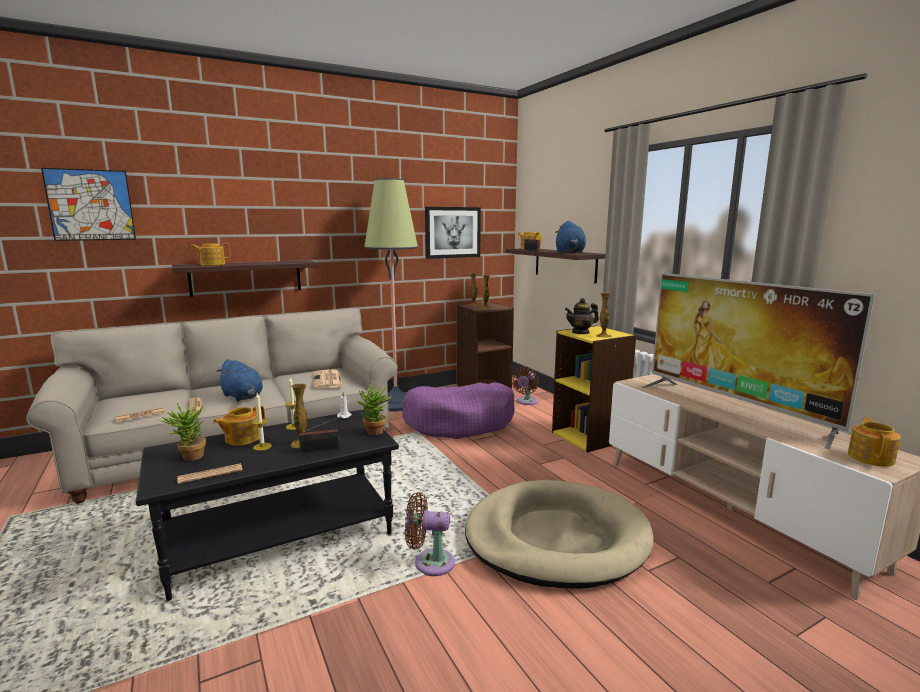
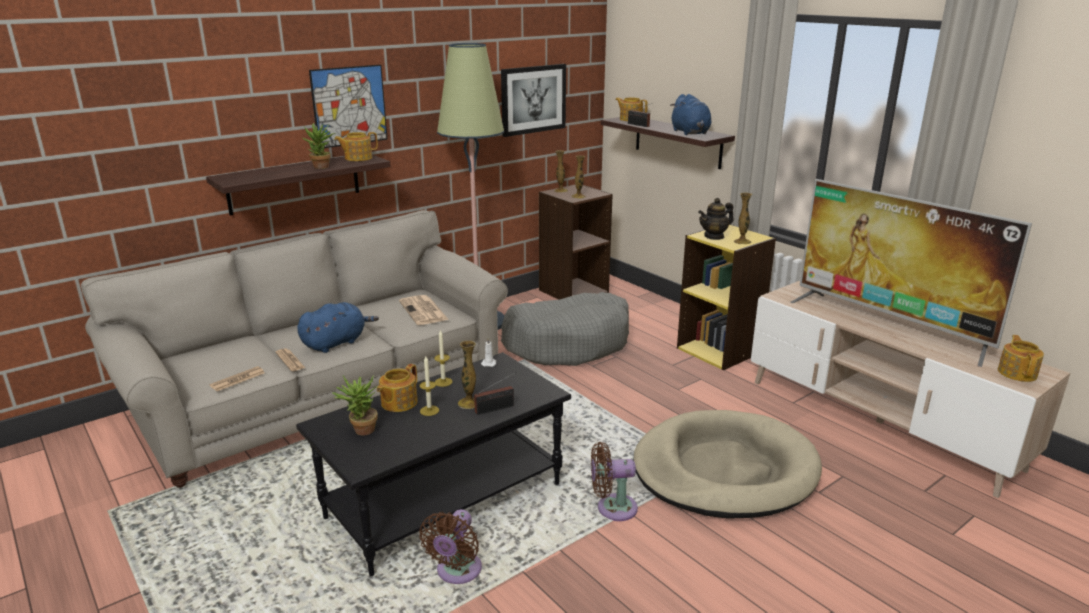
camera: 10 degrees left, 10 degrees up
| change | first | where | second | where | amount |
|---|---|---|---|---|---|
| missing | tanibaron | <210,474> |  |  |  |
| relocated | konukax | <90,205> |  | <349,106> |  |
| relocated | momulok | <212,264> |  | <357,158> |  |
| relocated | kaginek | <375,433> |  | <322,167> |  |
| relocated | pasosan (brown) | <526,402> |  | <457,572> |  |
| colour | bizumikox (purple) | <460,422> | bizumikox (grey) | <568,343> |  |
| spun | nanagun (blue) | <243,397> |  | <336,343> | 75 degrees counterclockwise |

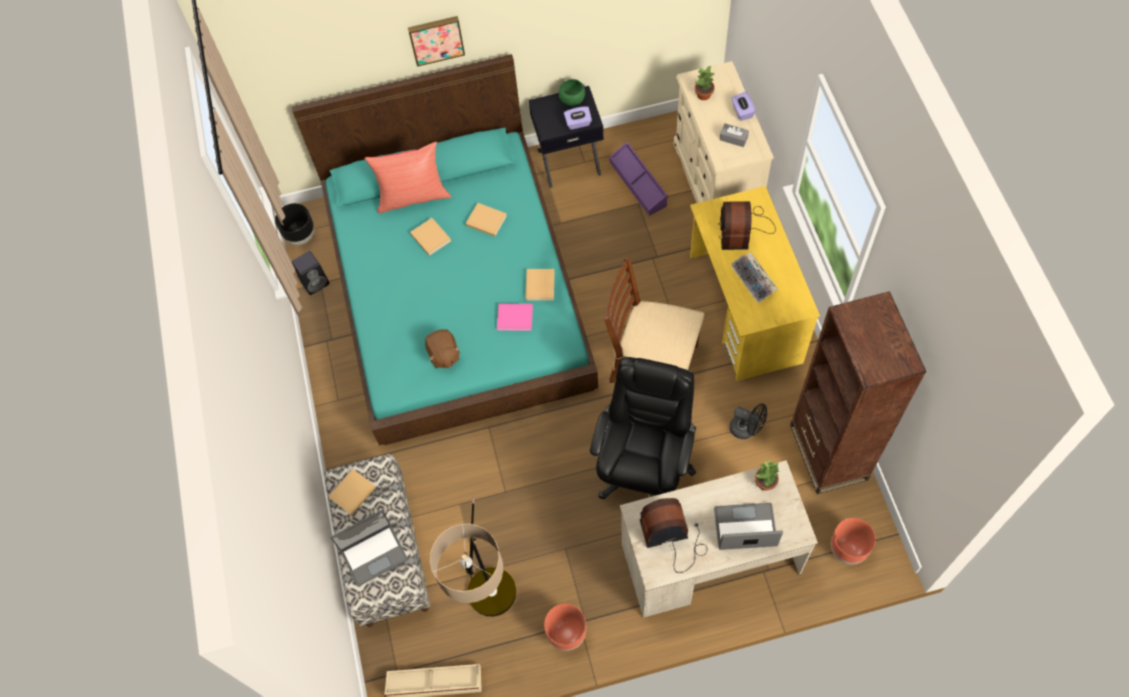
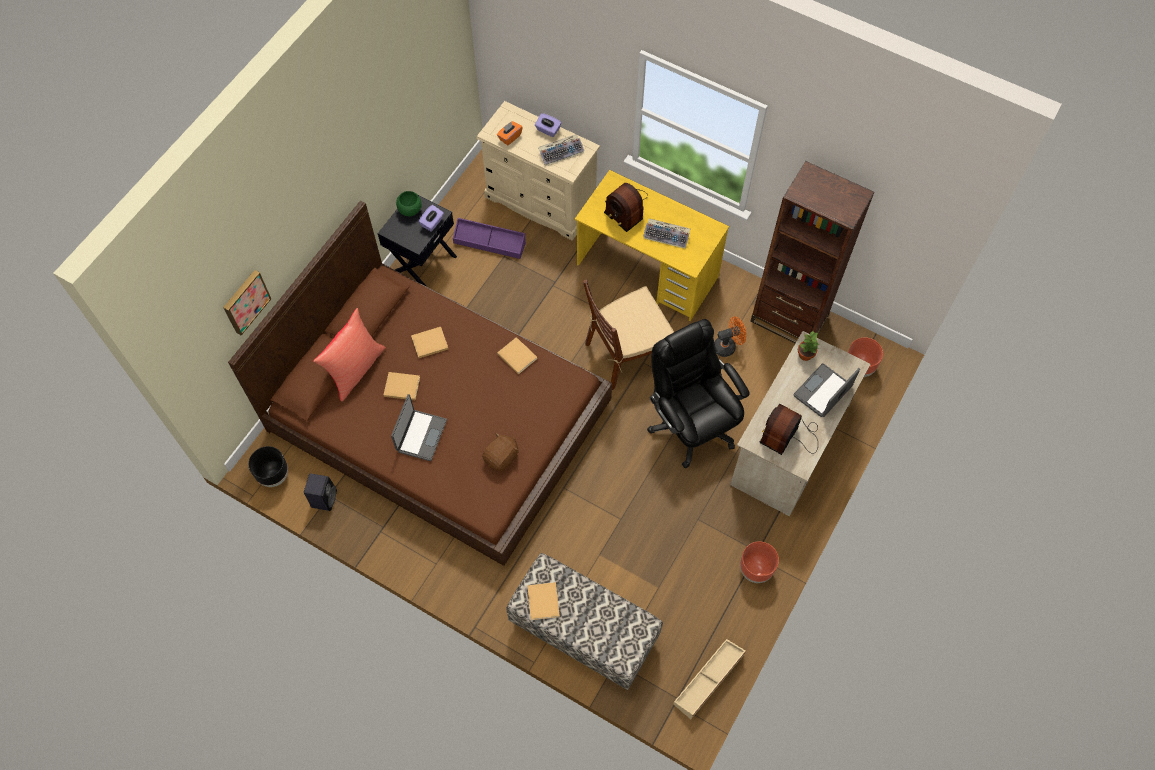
camera: 50 degrees left, 0 degrees up
| change | first | where | second | where | amount |
|---|---|---|---|---|---|
| missing | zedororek | <493,612> |  |  |  |
| missing | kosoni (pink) | <516,318> |  |  |  |
| relocated | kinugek | <373,554> |  | <420,435> |  |
| relocated | konukax | <436,39> |  | <245,301> |  |
| exchanged | kaginek | <703,94> | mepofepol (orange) | <509,137> |  |
| exchanged | mepofepol (grey) | <733,138> | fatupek | <561,152> |  |
| colour | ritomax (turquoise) | <457,289> | ritomax (brown) | <439,415> |  |
| colour | pasosan (black) | <746,429> | pasosan (orange) | <728,346> |  |
| spun | nanagun (brown) | <443,355> |  | <502,457> | 75 degrees counterclockwise |

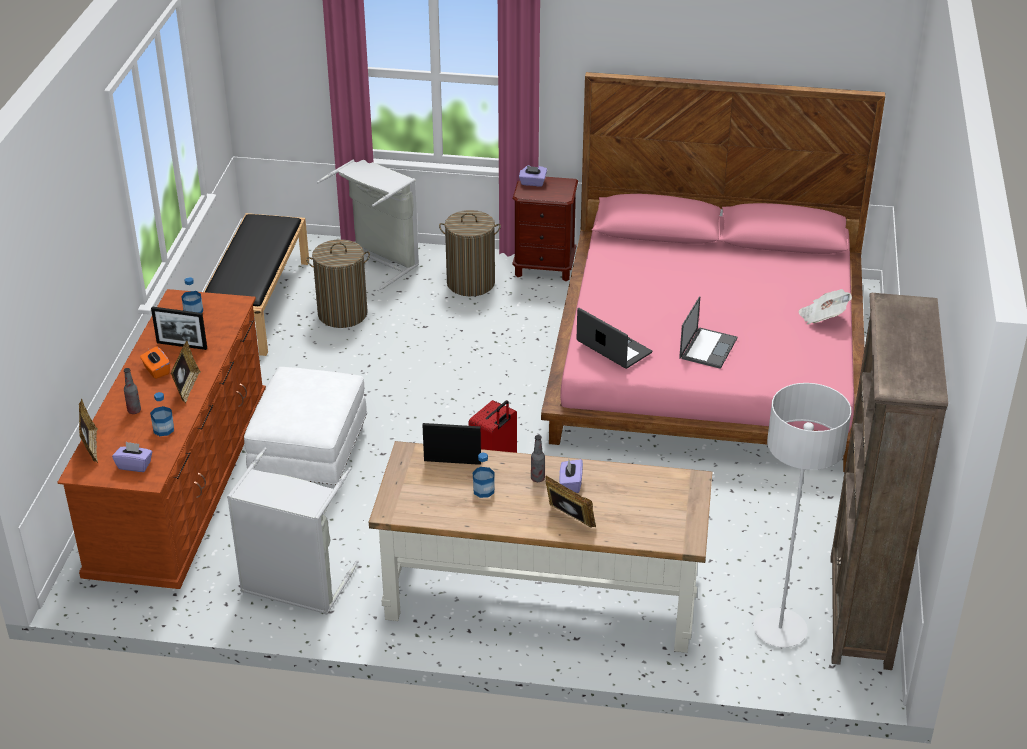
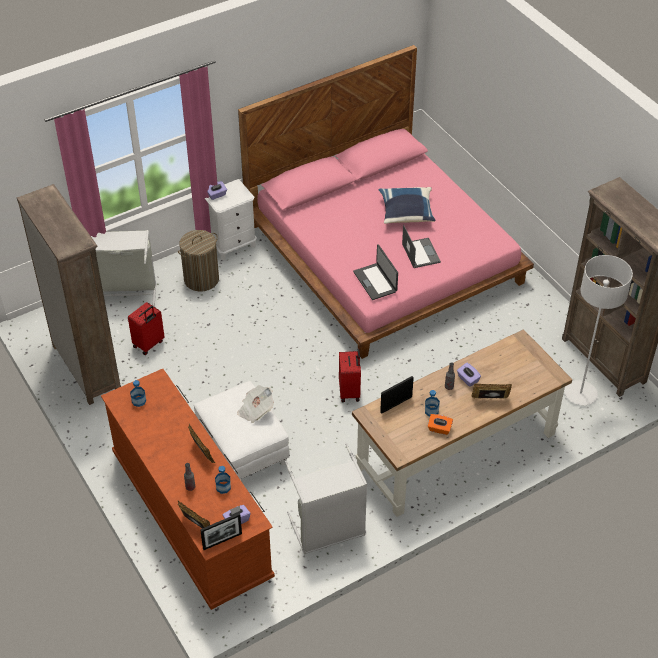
camera: 40 degrees left, 10 degrees up
| change | first | where | second | where | amount |
|---|---|---|---|---|---|
| appeared |  |  | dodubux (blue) | <406,213> |  |
| relocated | mepofepol (orange) | <156,370> |  | <439,429> |  |
| relocated | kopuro | <182,345> |  | <222,541> |  |
| relocated | tanibaron | <822,317> |  | <255,410> |  |
| exchanged | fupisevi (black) | <257,303> | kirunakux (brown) | <86,367> |  |
| exchanged | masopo | <342,314> | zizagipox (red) | <149,344> |  |
| colour | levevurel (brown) | <544,268> | levevurel (white) | <232,245> |  |
| spun | kinugek | <613,348> |  | <375,281> | 120 degrees counterclockwise |

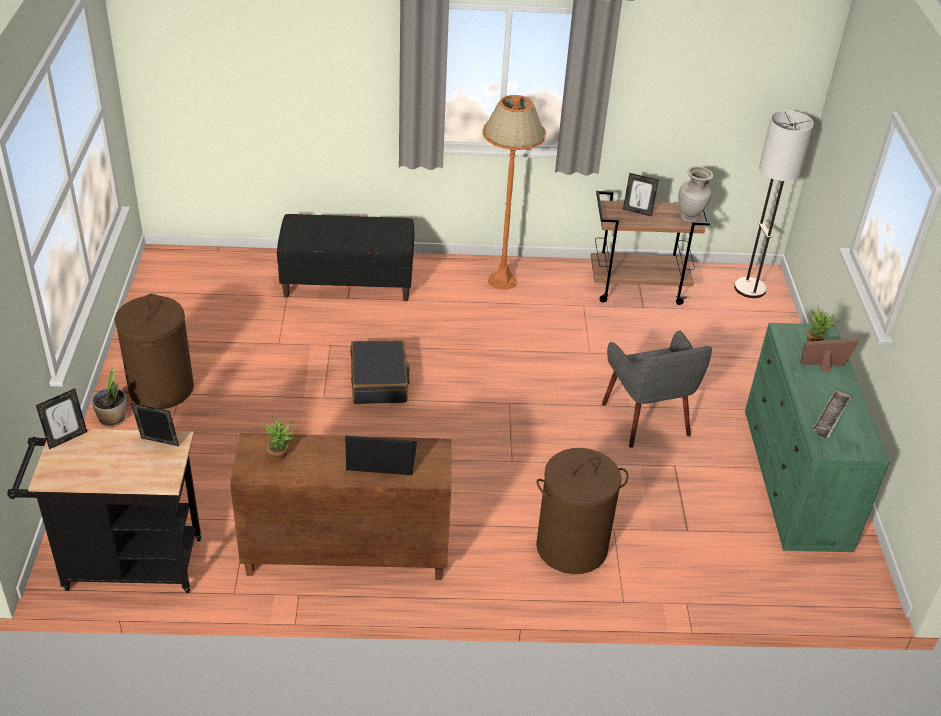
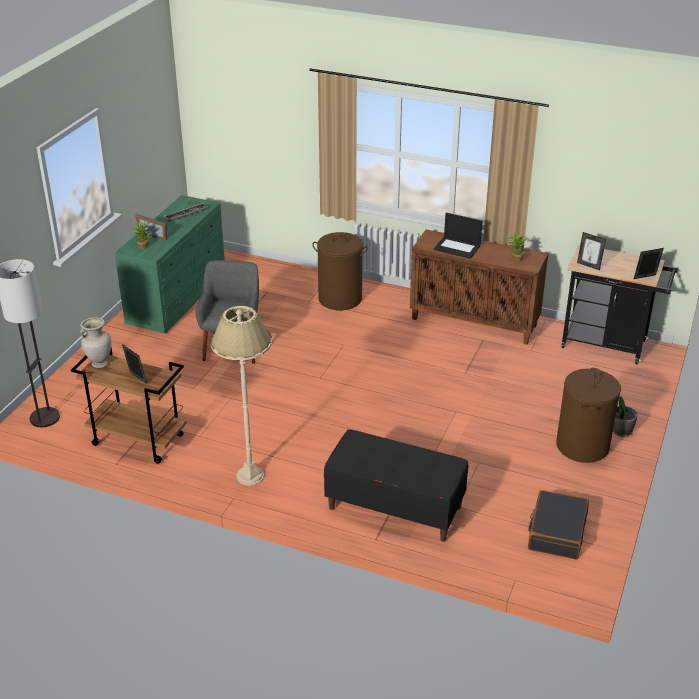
camera: 155 degrees left, 5 degrees down
| change | first | where | second | where | amount |
|---|---|---|---|---|---|
| relocated | zizagipox (black) | <379,381> |  | <556,532> |  |
| colour | zedororek (orange) | <502,281> | zedororek (beige) | <250,475> |  |

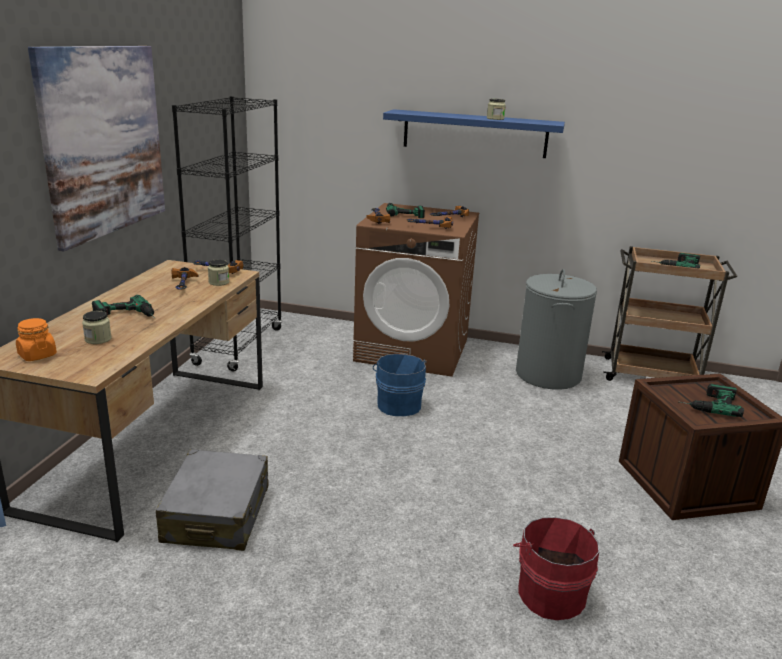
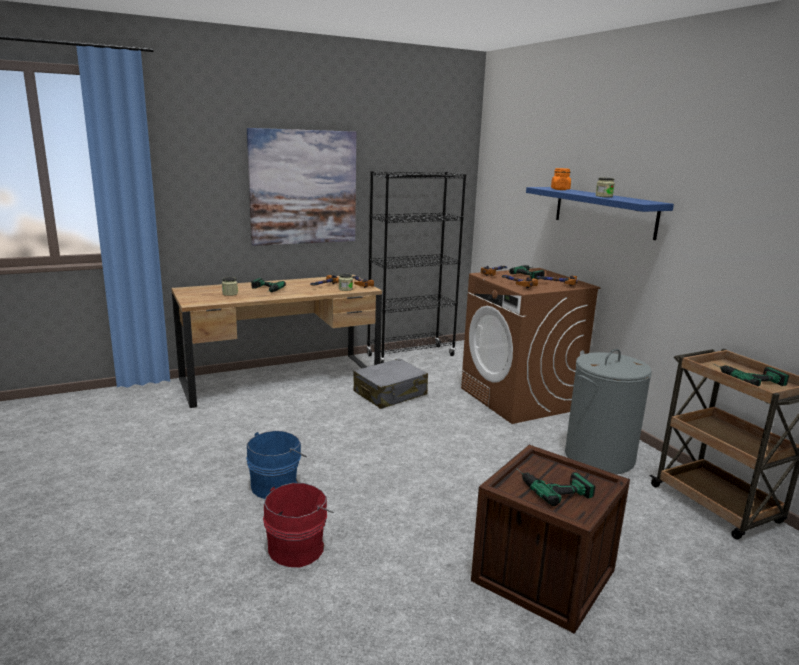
camera: 50 degrees right, 5 degrees down
| change | first | where | second | where | amount |
|---|---|---|---|---|---|
| relocated | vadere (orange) | <37,355> |  | <560,189> |  |
| relocated | zizagipox (grey) | <217,514> |  | <390,394> |  |
| relocated | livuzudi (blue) | <398,404> |  | <277,485> |  |

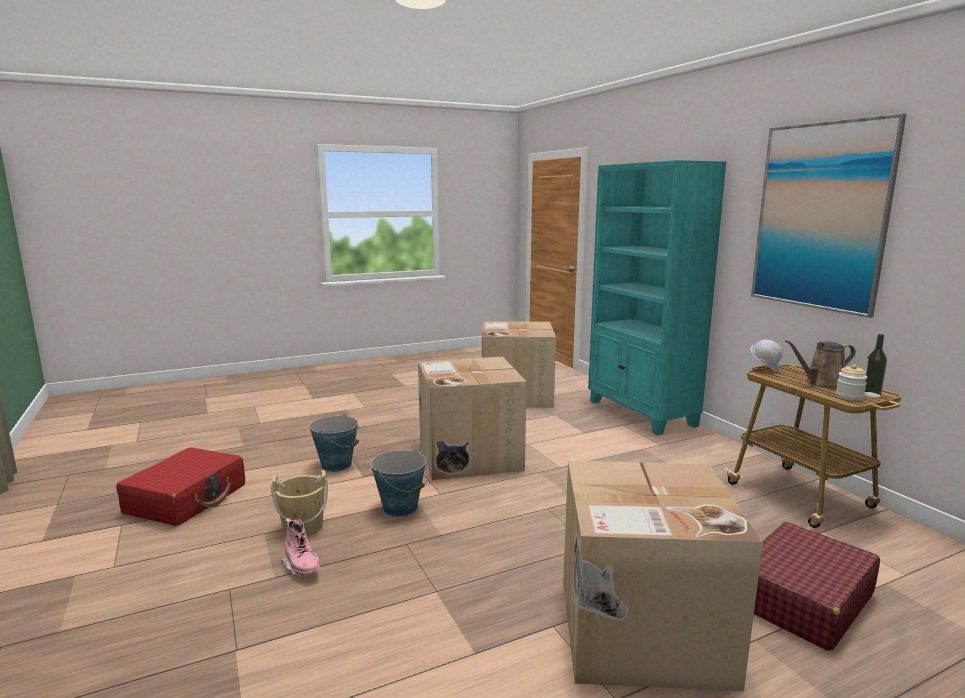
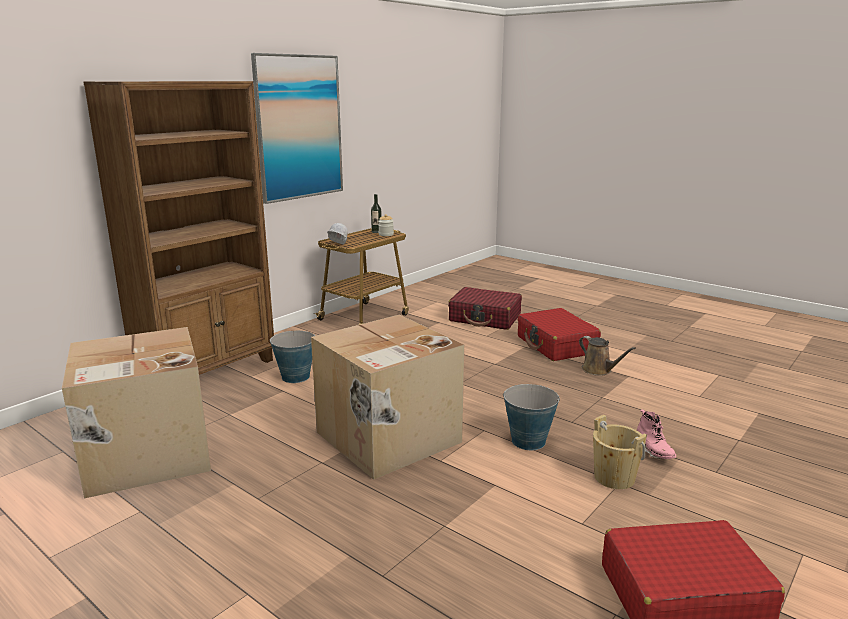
camera: 115 degrees left, 5 degrees up
| change | first | where | second | where | amount |
|---|---|---|---|---|---|
| relocated | livuzudi | <336,465> |  | <295,377> |  |
| relocated | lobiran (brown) | <822,384> |  | <599,370> |  |
| exchanged | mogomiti | <640,631> | zizagipox (red) | <556,345> |  |
| colour | kirunakux (turquoise) | <641,413> | kirunakux (brown) | <208,371> |  |
| spun | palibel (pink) | <302,567> |  | <654,452> | 135 degrees clockwise |

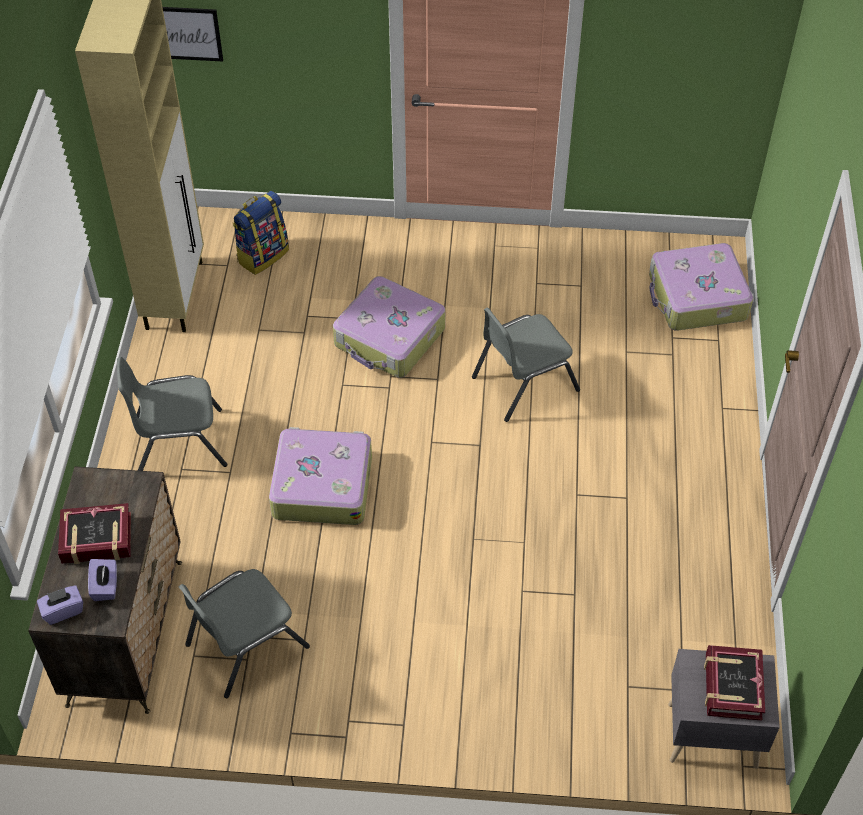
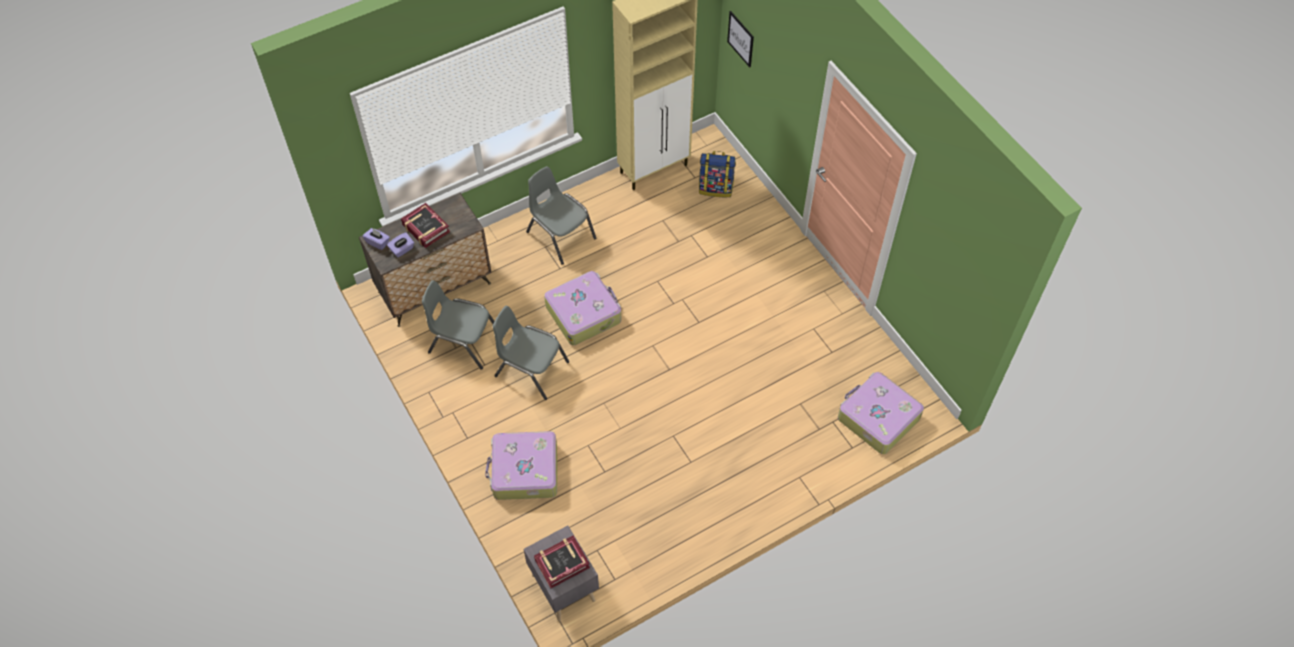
camera: 55 degrees right, 5 degrees up
| change | first | where | second | where | amount |
|---|---|---|---|---|---|
| relocated | zizagipox | <389,338> |  | <524,471> |  |
| relocated | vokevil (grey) | <524,383> |  | <531,369> |  |

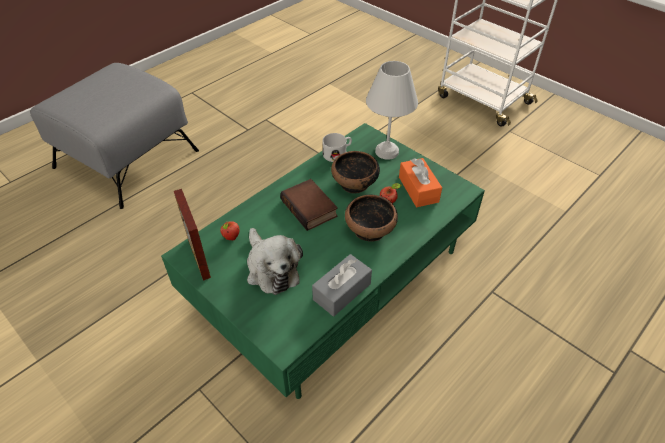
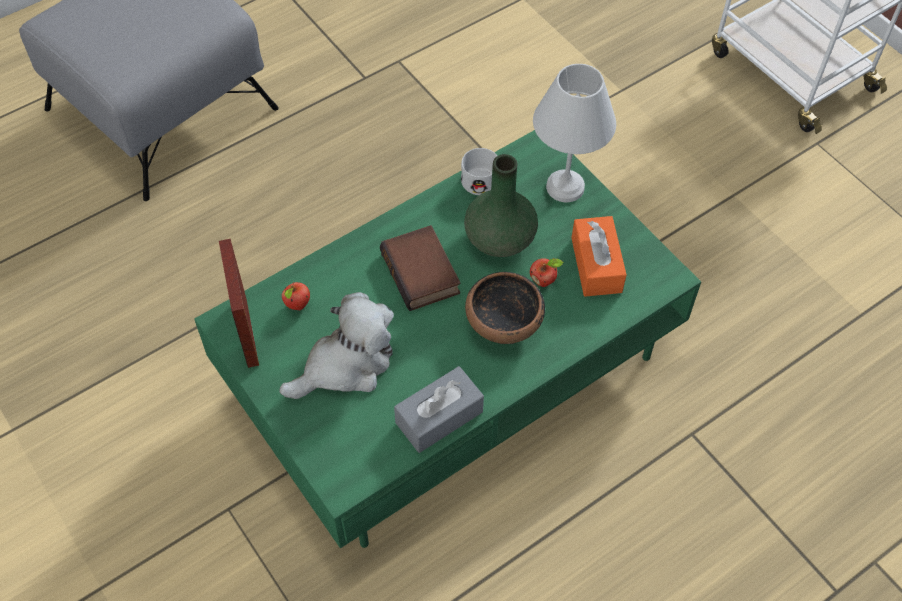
camera: 10 degrees right, 10 degrees up
| change | first | where | second | where | amount |
|---|---|---|---|---|---|
| exchanged | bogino | <355,183> | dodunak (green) | <500,239> |  |
| spun | nanagun | <271,268> |  | <346,365> | 105 degrees counterclockwise |

